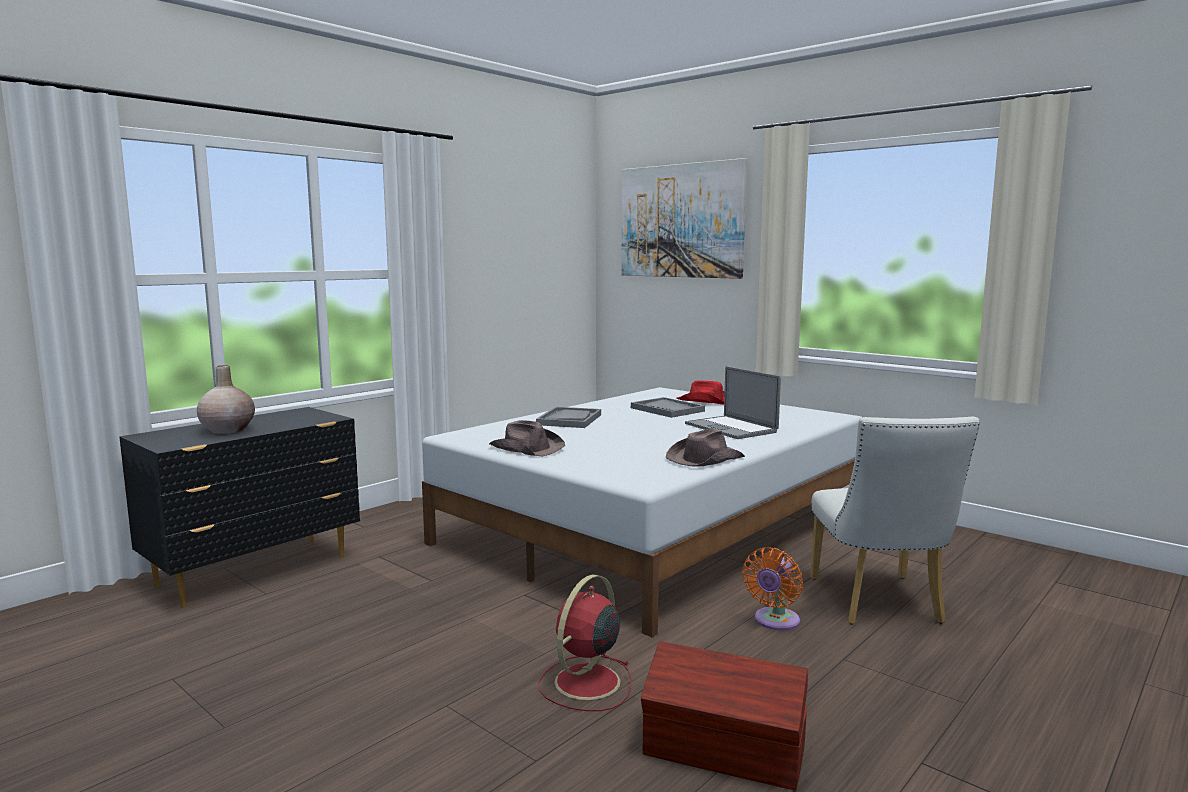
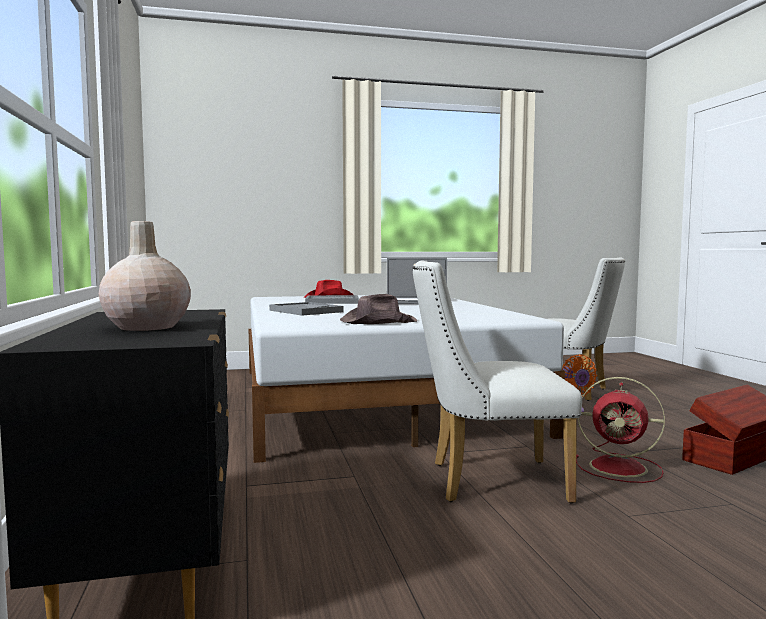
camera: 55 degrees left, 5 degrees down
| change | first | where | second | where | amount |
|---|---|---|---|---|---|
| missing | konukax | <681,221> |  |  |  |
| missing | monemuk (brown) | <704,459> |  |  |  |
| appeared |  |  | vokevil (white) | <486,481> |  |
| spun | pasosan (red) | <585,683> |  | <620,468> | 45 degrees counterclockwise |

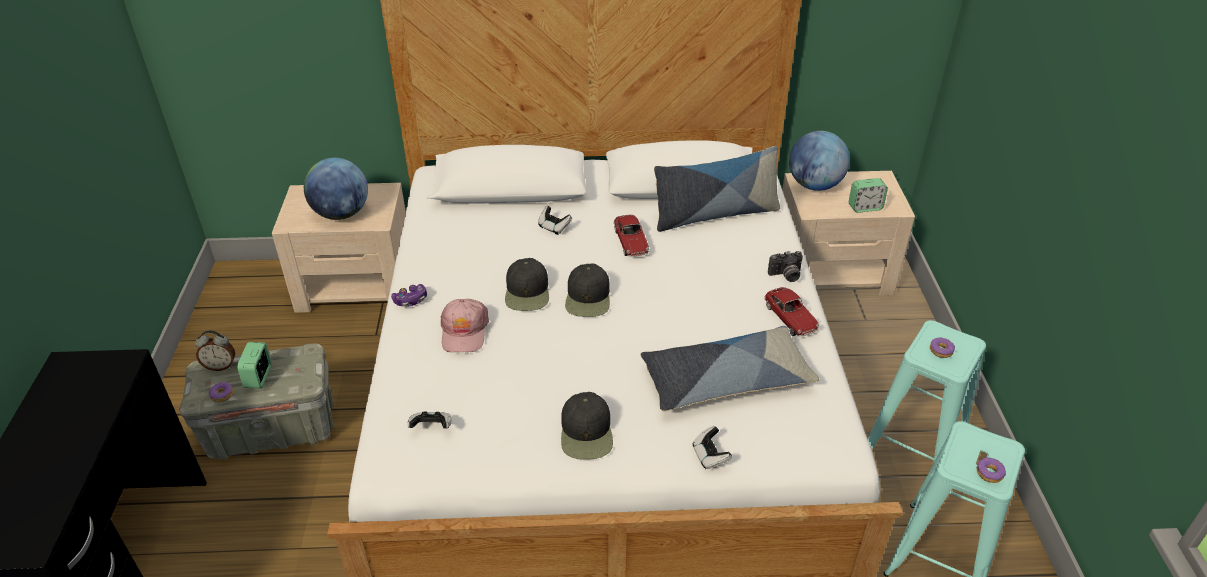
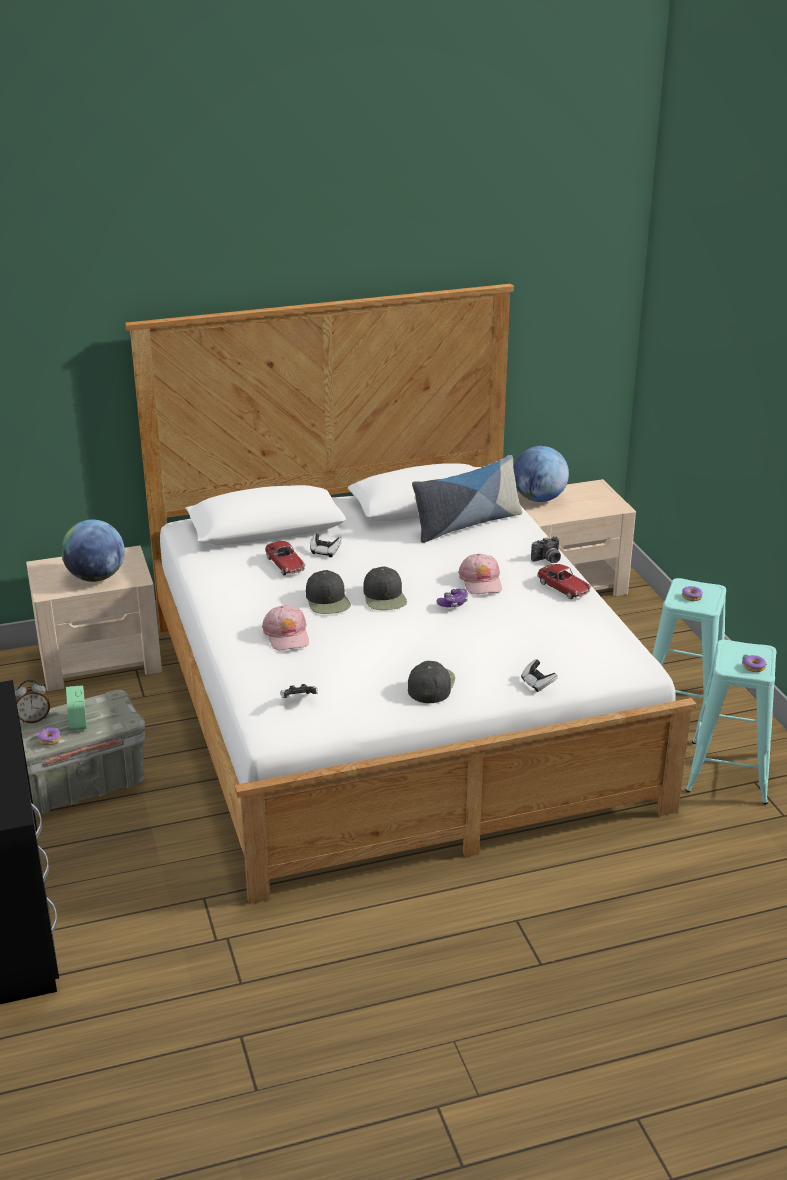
camera: 15 degrees left, 10 degrees down
| change | first | where | second | where | amount |
|---|---|---|---|---|---|
| missing | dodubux | <725,380> |  |  |  |
| missing | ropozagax | <865,207> |  |  |  |
| appeared |  |  | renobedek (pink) | <481,581> |  |
| relocated | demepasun | <411,300> |  | <453,603> |  |
| relocated | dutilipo | <631,242> |  | <285,564> |  |
| spun | renobedek (black) | <587,433> |  | <430,685> | 150 degrees counterclockwise |

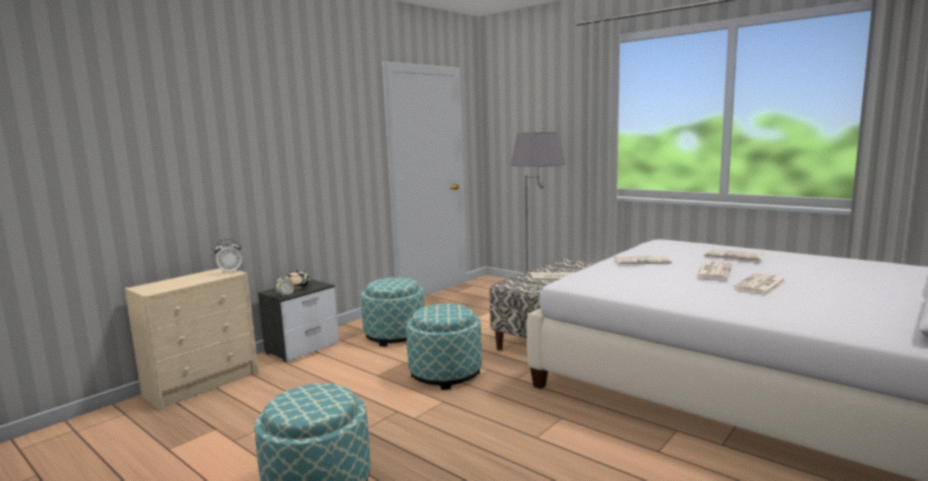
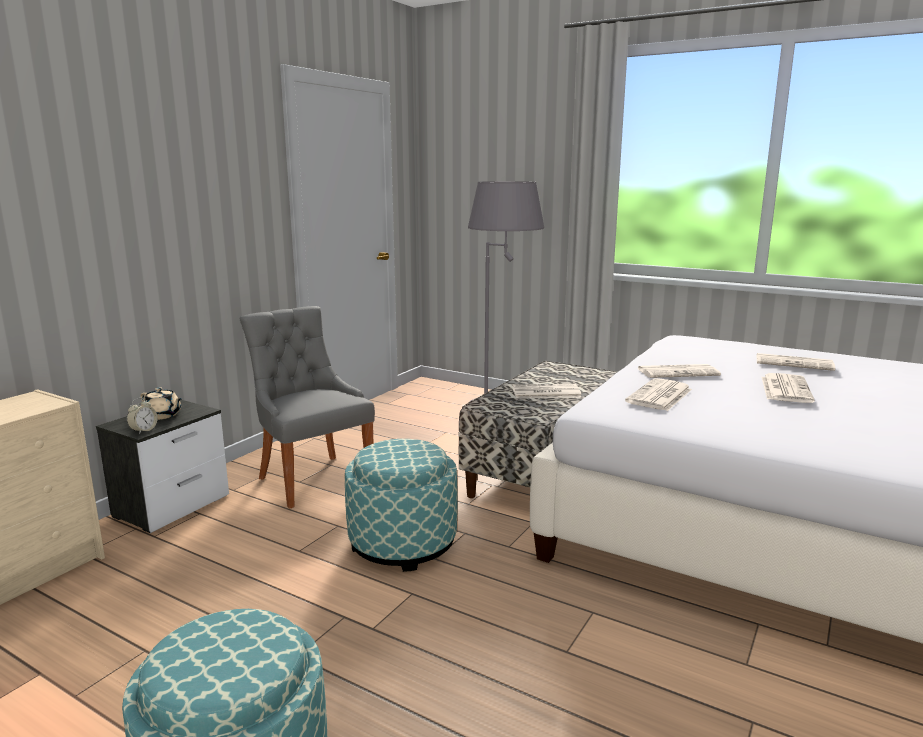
camera: 10 degrees left, 5 degrees up
| change | first | where | second | where | amount |
|---|---|---|---|---|---|
| missing | ropozagax | <230,272> |  |  |  |
| relocated | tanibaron | <761,285> |  | <659,396> |  |
| exchanged | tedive | <395,335> | vokevil (grey) | <312,478> |  |

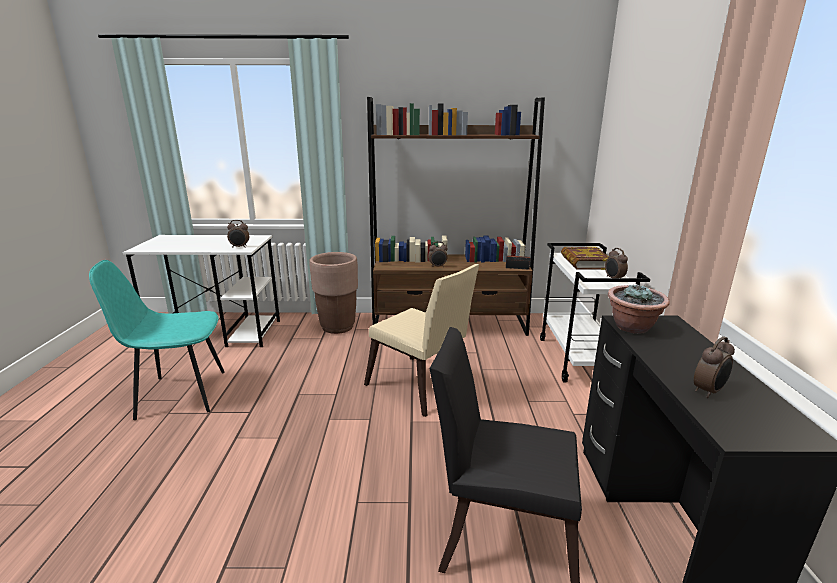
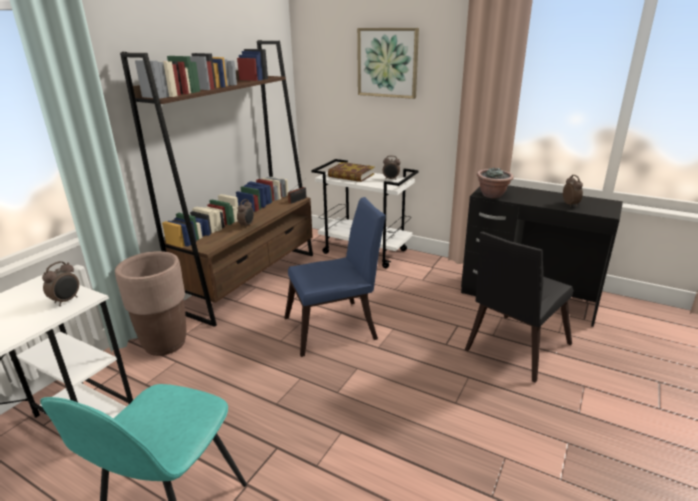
camera: 60 degrees left, 5 degrees up
| change | first | where | second | where | amount |
|---|---|---|---|---|---|
| appeared |  |  | konukax | <387,62> |  |
| colour | vokevil (beige) | <422,388> | vokevil (blue) | <336,327> |  |

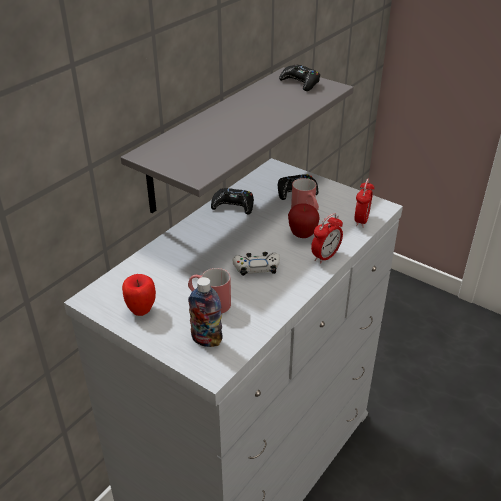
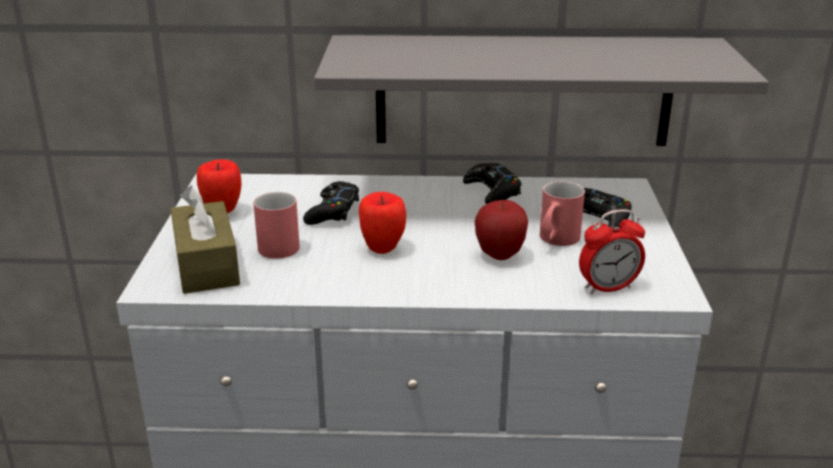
camera: 55 degrees right, 10 degrees down
| change | first | where | second | where | amount |
|---|---|---|---|---|---|
| missing | ropozagax | <325,256> |  |  |  |
| relocated | demepasun (black) | <300,83> |  | <332,212> |  |
| exchanged | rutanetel | <206,340> | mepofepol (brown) | <206,265> |  |
| exchanged | demepasun (white) | <256,267> | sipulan | <383,248> |  |

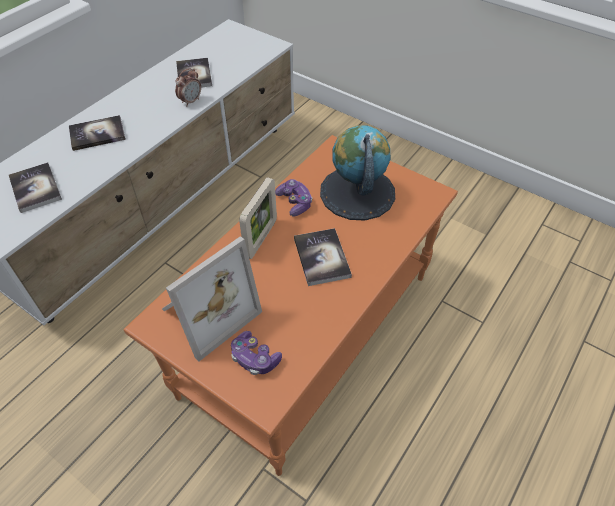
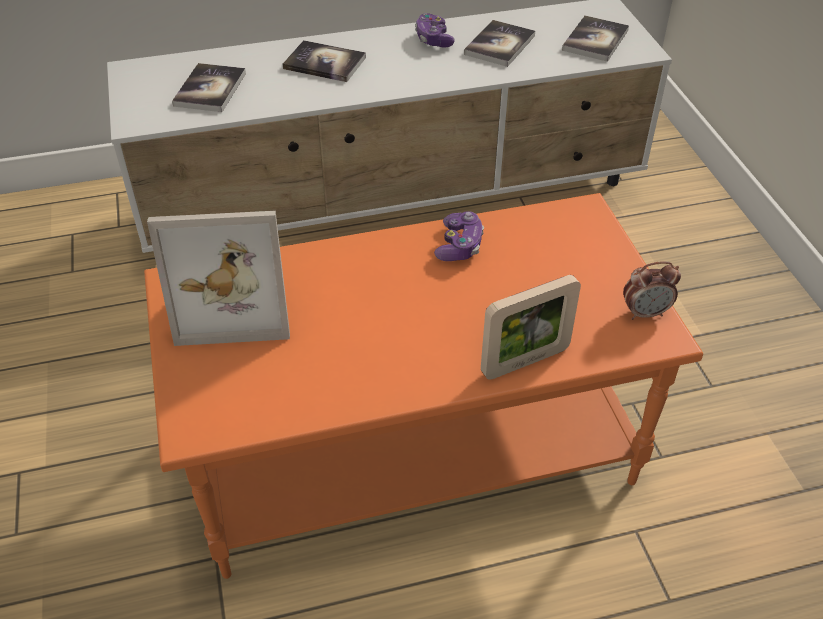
camera: 40 degrees right, 5 degrees down
| change | first | where | second | where | amount |
|---|---|---|---|---|---|
| missing | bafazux | <357,192> |  |  |  |
| relocated | ropozagax | <190,101> |  | <645,313> |  |
| relocated | demepasun | <254,358> |  | <433,39> |  |
| relocated | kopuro | <261,238> |  | <525,361> |  |
| relocated | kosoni | <321,257> |  | <595,40> |  |

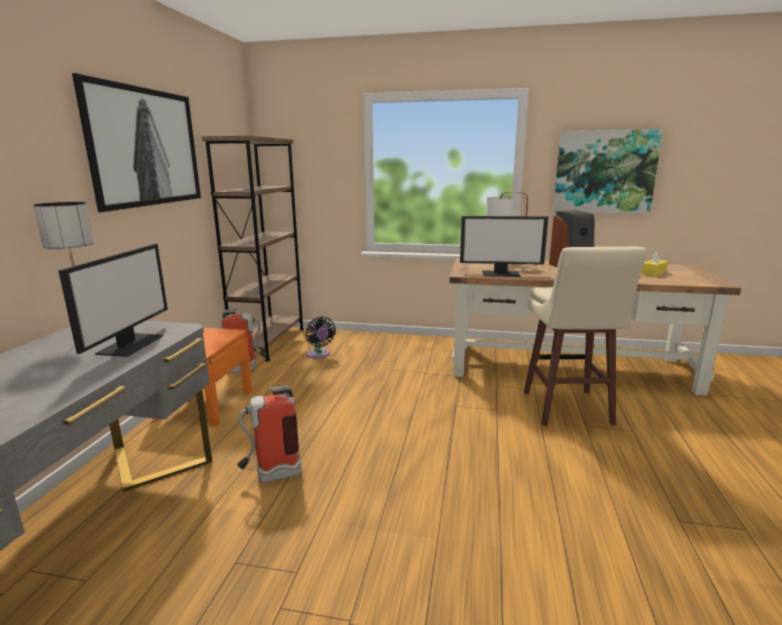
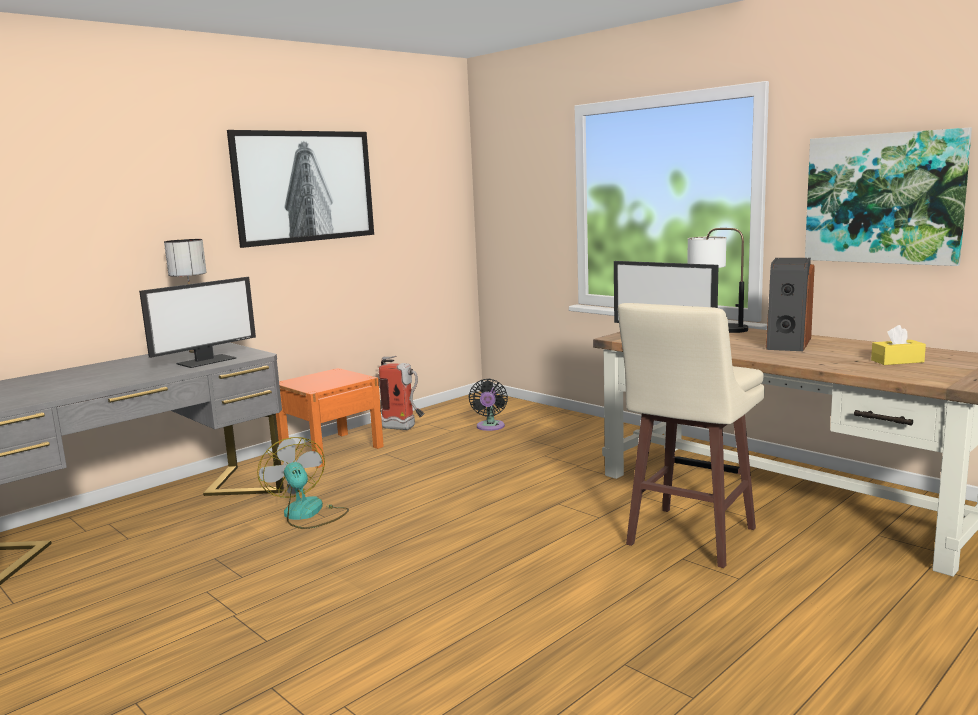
camera: 35 degrees right, 5 degrees down
| change | first | where | second | where | amount |
|---|---|---|---|---|---|
| missing | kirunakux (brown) | <269,342> |  |  |  |
| exchanged | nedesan | <270,476> | pasosan | <307,514> |  |

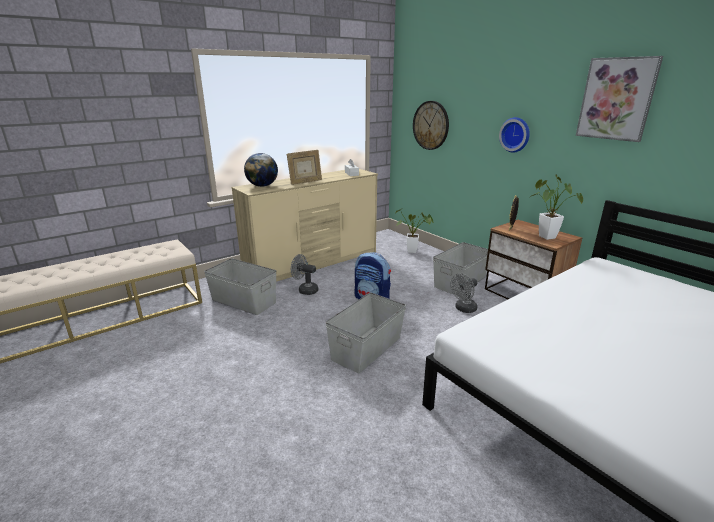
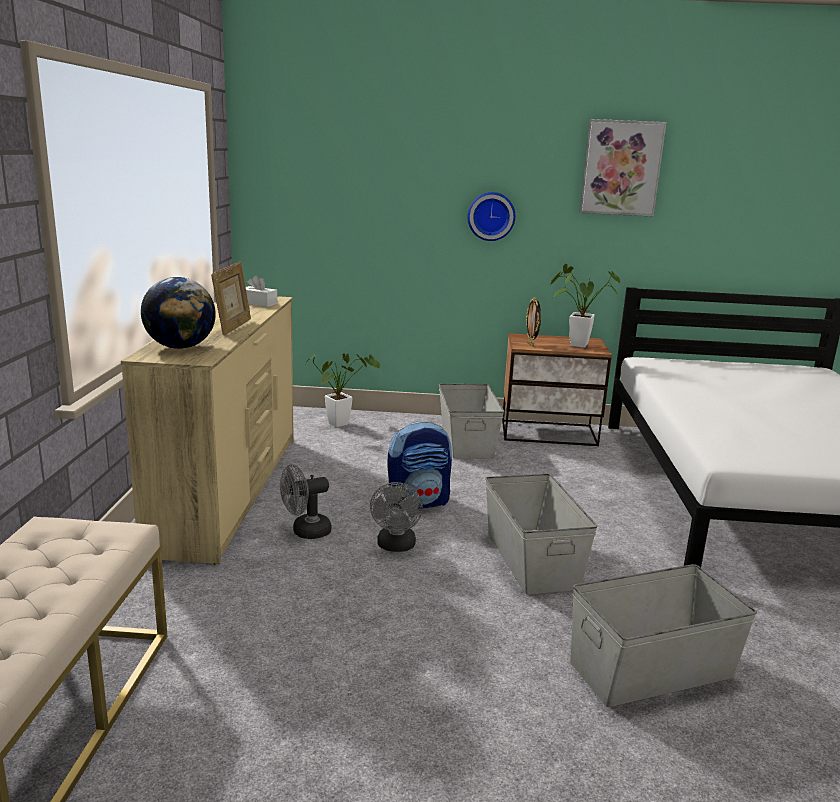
camera: 50 degrees left, 5 degrees down
| change | first | where | second | where | amount |
|---|---|---|---|---|---|
| missing | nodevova | <431,125> |  |  |  |
| relocated | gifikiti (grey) | <243,301> |  | <652,670> |  |
| relocated | pasosan (grey) | <463,309> |  | <396,547> |  |

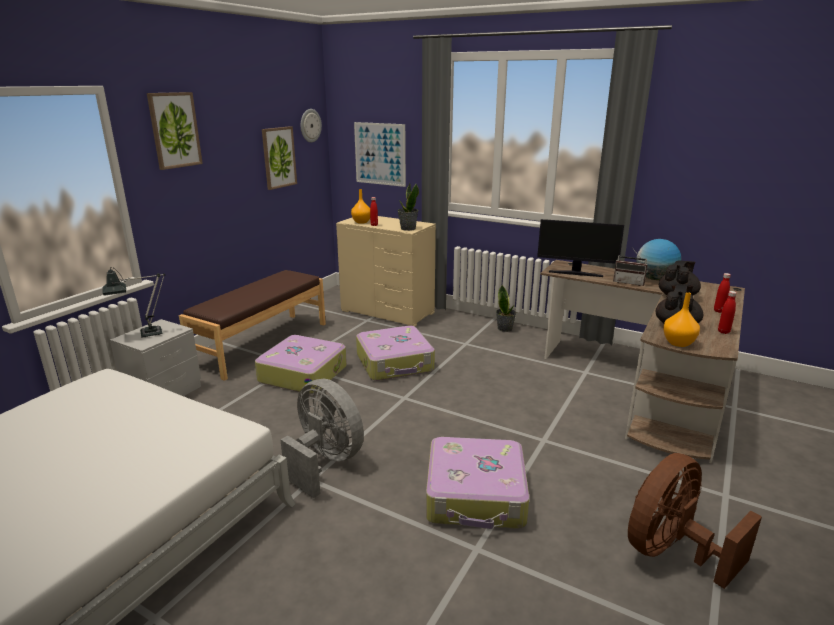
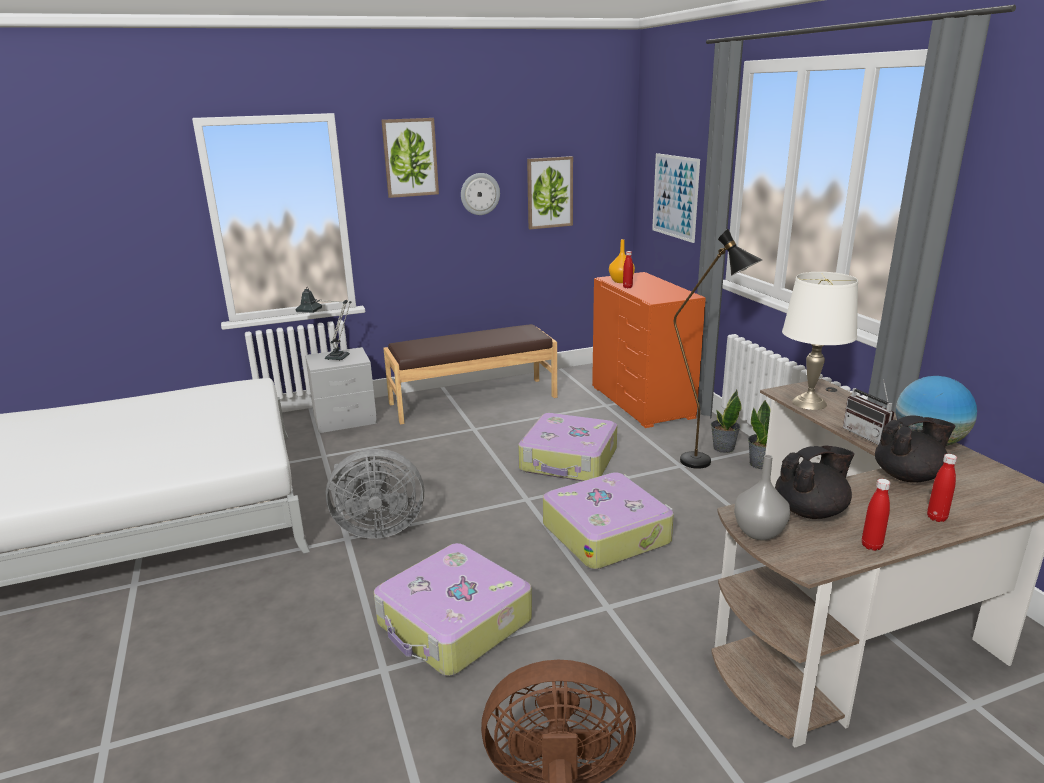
camera: 40 degrees right, 0 degrees up
| change | first | where | second | where | amount |
|---|---|---|---|---|---|
| appeared |  |  | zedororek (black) | <706,464> |  |
| relocated | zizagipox | <303,374> |  | <606,533> |  |
| relocated | nodevova | <310,125> |  | <480,194> |  |
| relocated | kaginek | <408,228> |  | <723,448> |  |
| exchanged | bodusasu | <575,273> | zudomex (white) | <809,403> |  |
| colour | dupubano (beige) | <388,311> | dupubano (orange) | <642,402> |  |
| colour | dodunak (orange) | <678,343> | dodunak (grey) | <758,533> |  |
| spun | pasosan (grey) | <325,462> |  | <376,528> | 90 degrees clockwise |

